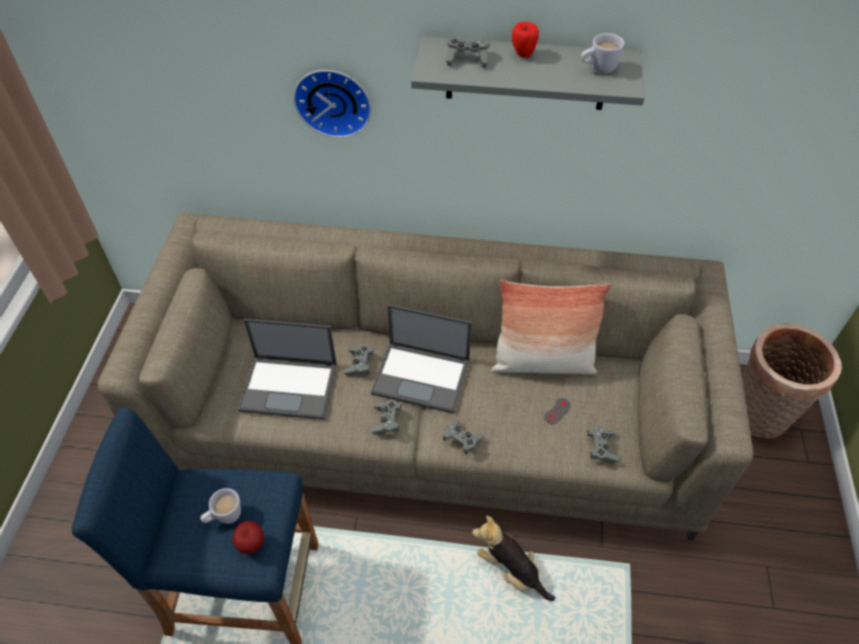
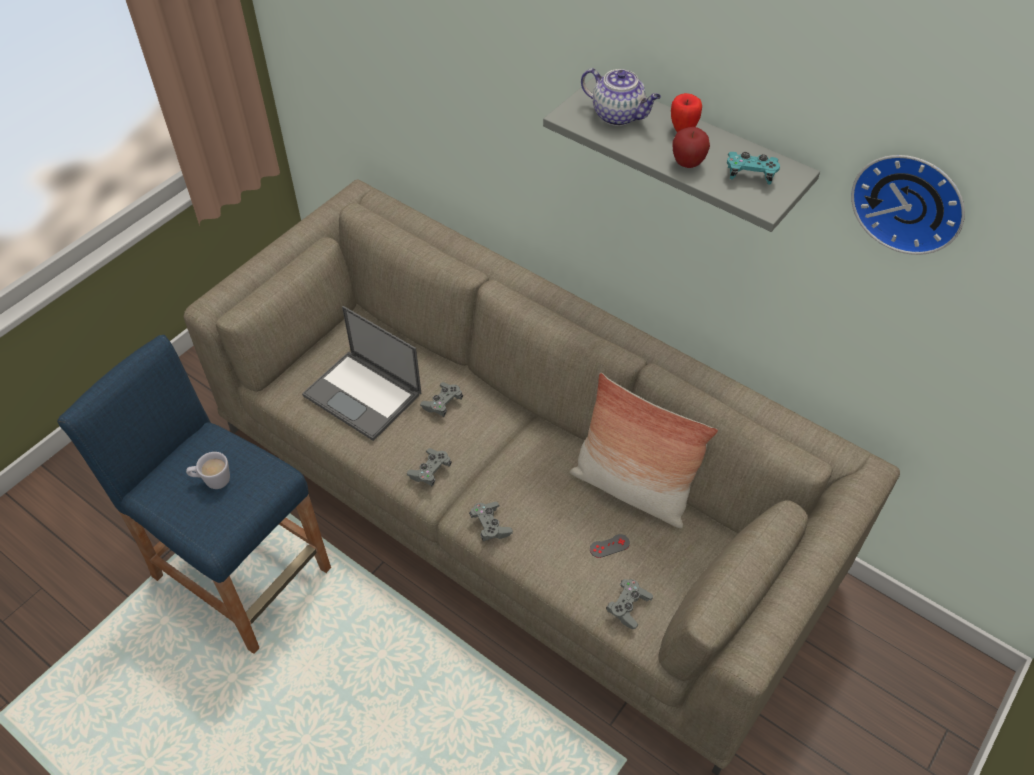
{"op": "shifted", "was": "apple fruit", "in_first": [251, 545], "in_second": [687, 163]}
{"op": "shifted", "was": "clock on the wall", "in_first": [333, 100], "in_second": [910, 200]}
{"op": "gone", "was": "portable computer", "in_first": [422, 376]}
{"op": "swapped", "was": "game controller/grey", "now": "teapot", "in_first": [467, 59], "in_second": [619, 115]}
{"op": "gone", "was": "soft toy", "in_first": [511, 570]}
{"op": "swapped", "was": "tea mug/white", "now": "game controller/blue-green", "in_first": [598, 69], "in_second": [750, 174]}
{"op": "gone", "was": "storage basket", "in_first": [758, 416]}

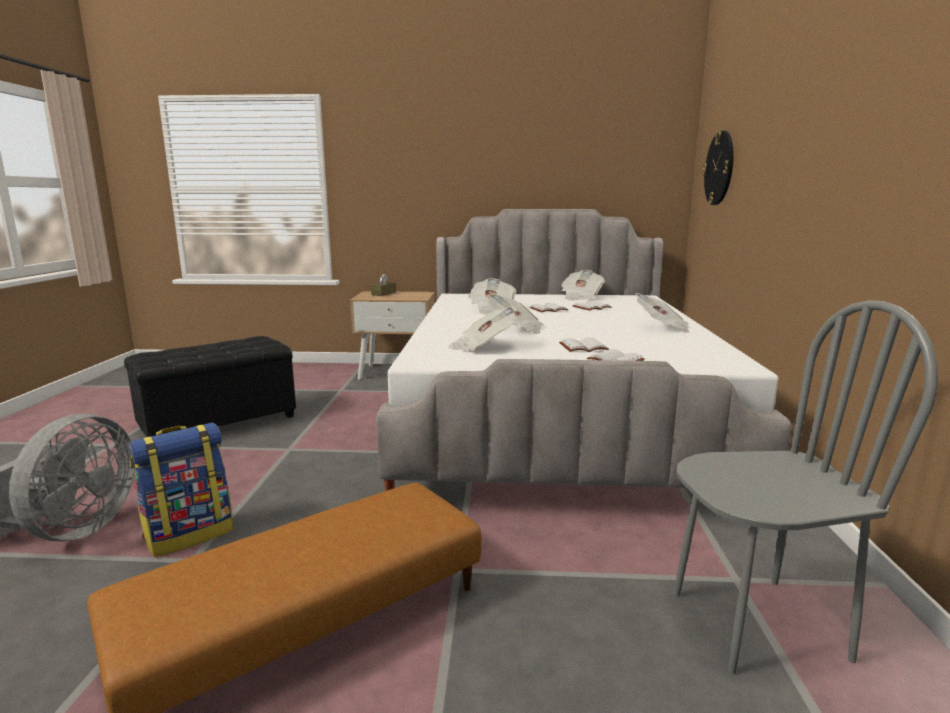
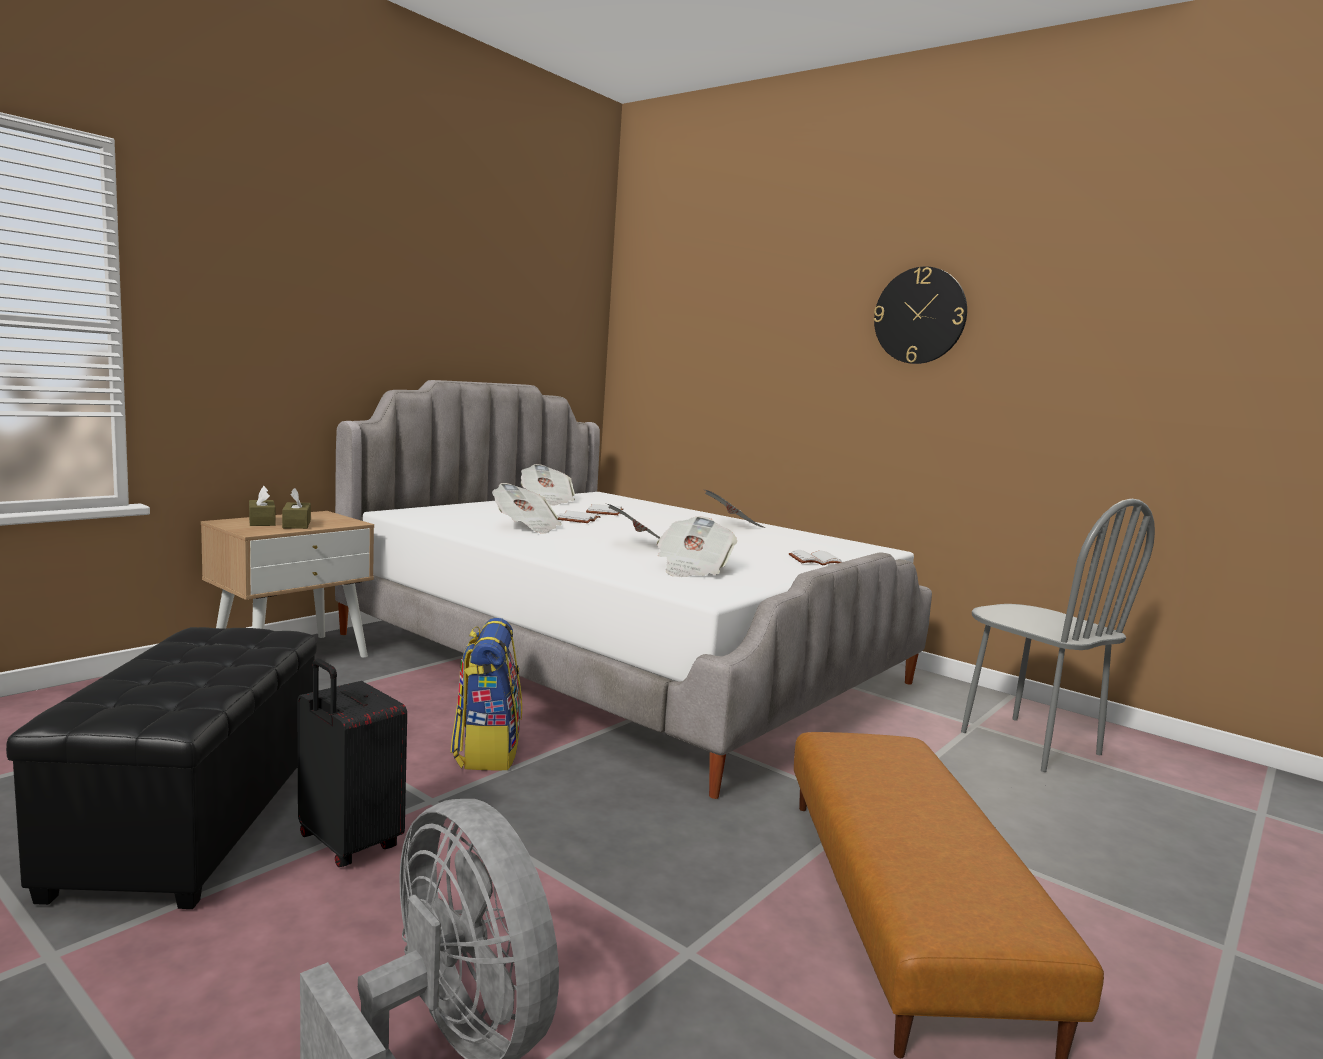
{"op": "shifted", "was": "backpack", "in_first": [190, 534], "in_second": [486, 751]}
{"op": "gone", "was": "volume/white", "in_first": [583, 347]}
{"op": "rotated", "was": "chair/grey", "in_first": [756, 623], "in_second": [1029, 743], "clockwise": 120}
{"op": "shifted", "was": "clock on the wall", "in_first": [719, 168], "in_second": [920, 315]}
{"op": "new", "now": "tissue holder/brownish", "in_second": [296, 524]}
{"op": "new", "now": "suitcase/blackish", "in_second": [347, 844]}

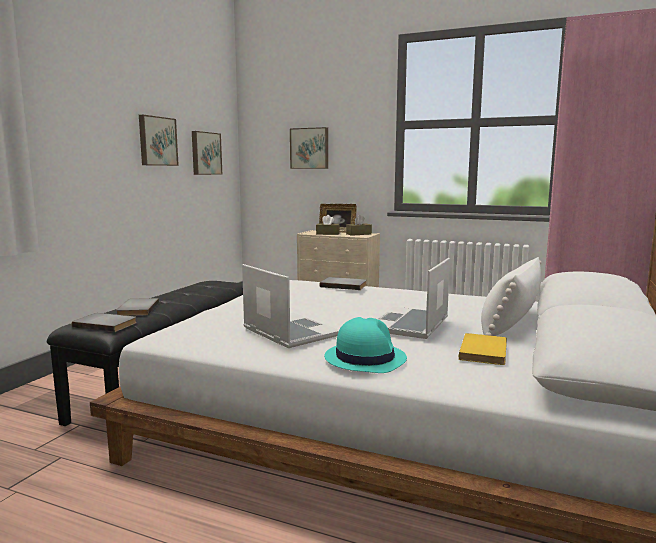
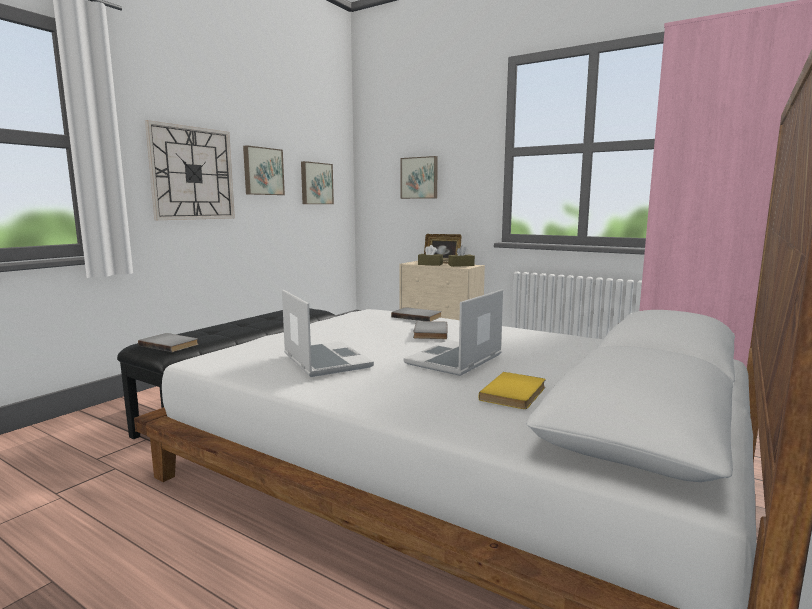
{"op": "shifted", "was": "volume/grey", "in_first": [136, 309], "in_second": [429, 332]}
{"op": "gone", "was": "wearable hat/blue-green", "in_first": [364, 358]}
{"op": "gone", "was": "pillow/white", "in_first": [510, 322]}
{"op": "new", "now": "clock on the wall", "in_second": [192, 173]}

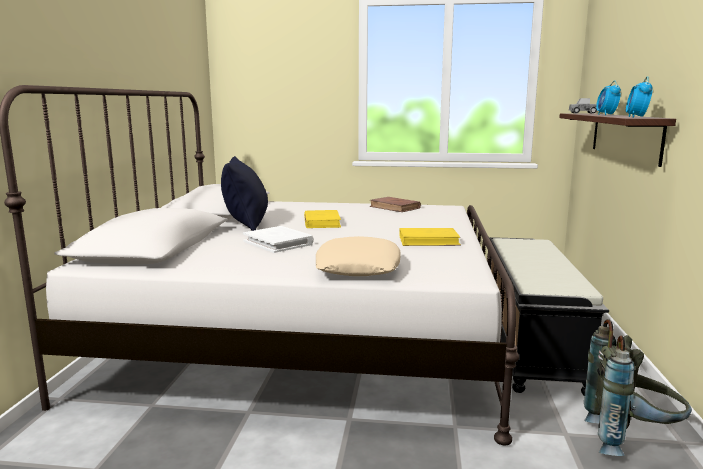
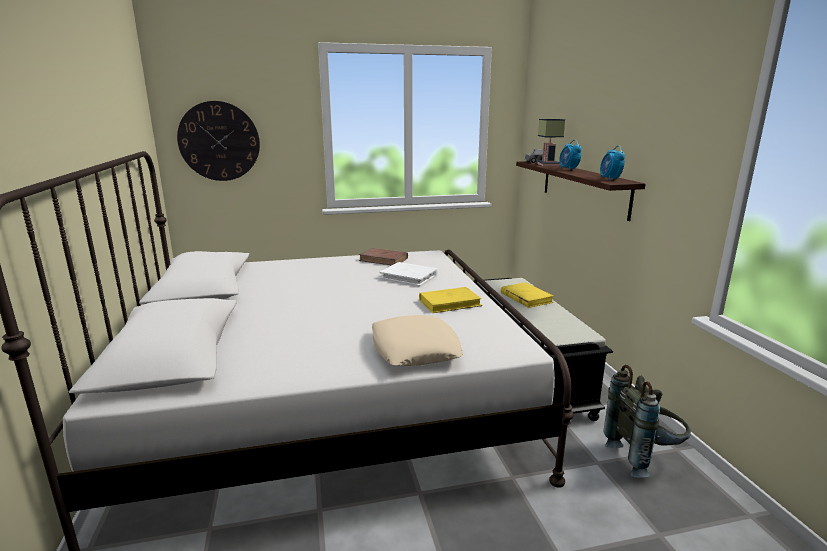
{"op": "gone", "was": "pillow/blackish", "in_first": [246, 224]}
{"op": "shifted", "was": "volume/white", "in_first": [278, 242], "in_second": [409, 277]}
{"op": "shifted", "was": "volume/yellow-coloured", "in_first": [322, 222], "in_second": [526, 297]}
{"op": "new", "now": "clock on the wall", "in_second": [219, 141]}
{"op": "new", "now": "lamp for a table", "in_second": [546, 164]}

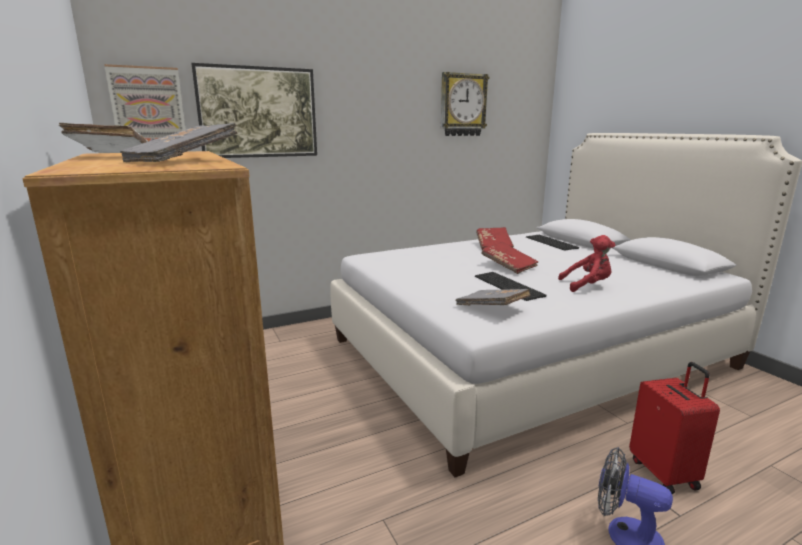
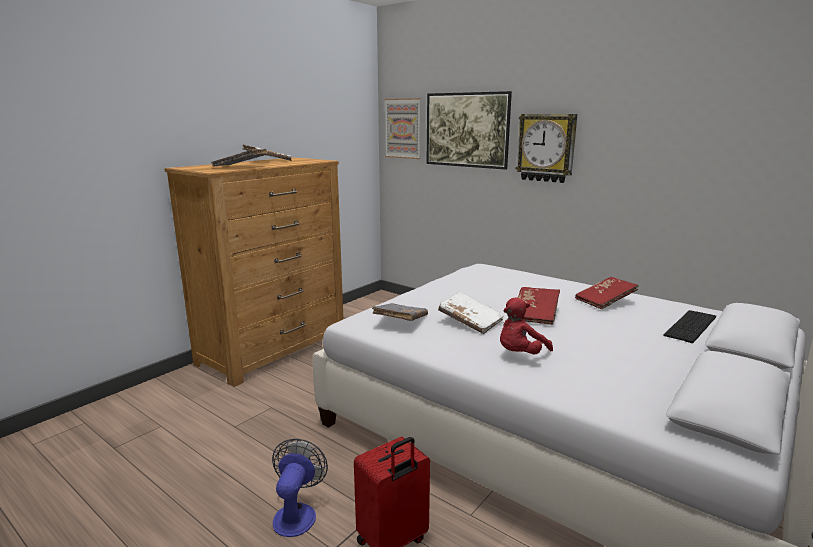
{"op": "shifted", "was": "clock on the wall", "in_first": [462, 105], "in_second": [546, 148]}
{"op": "swapped", "was": "keyboard", "now": "volume/white", "in_first": [510, 286], "in_second": [470, 321]}
{"op": "rotated", "was": "soft toy/red-coloured", "in_first": [587, 286], "in_second": [520, 354], "clockwise": 75}

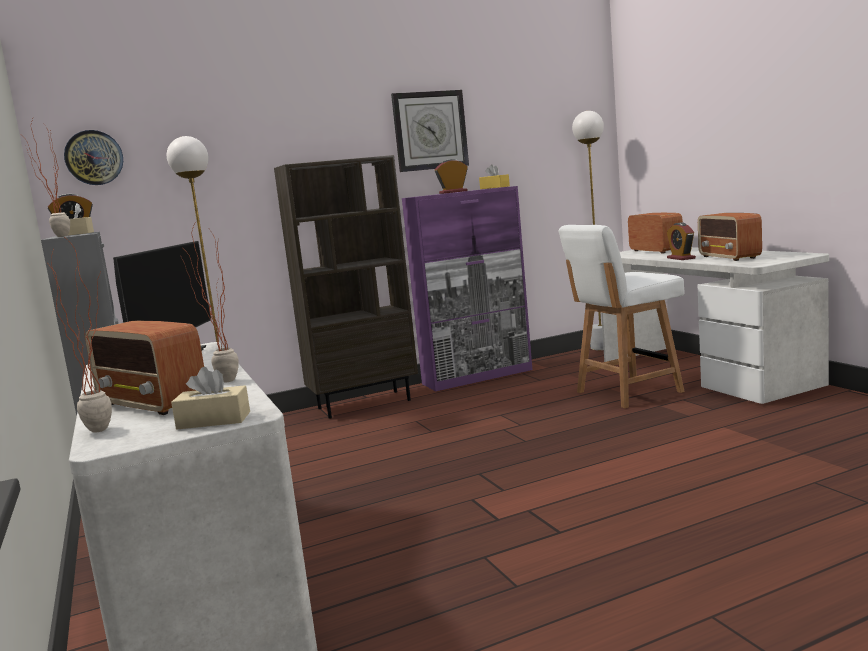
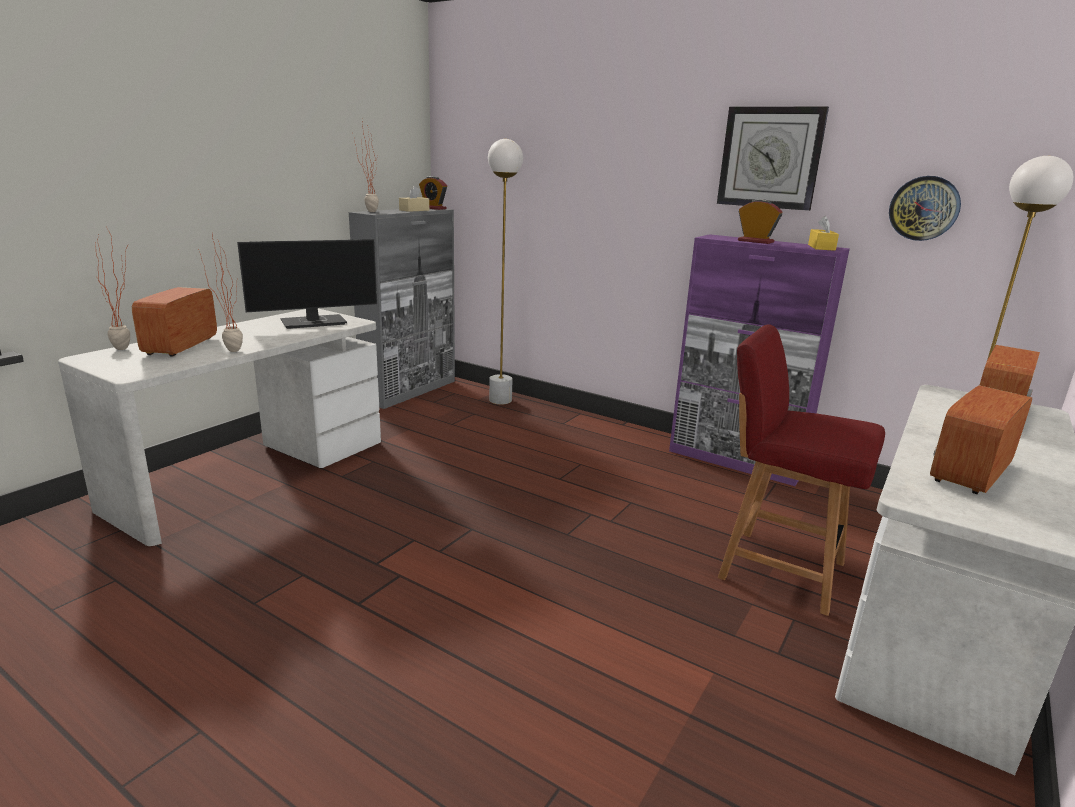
{"op": "shifted", "was": "clock on the wall", "in_first": [94, 157], "in_second": [924, 208]}
{"op": "gone", "was": "tissue holder/beige-coloured", "in_first": [214, 420]}
{"op": "gone", "was": "bookshelf/brownish", "in_first": [364, 404]}
{"op": "repainted", "was": "chair/white", "now": "chair/red-coloured", "in_first": [627, 392], "in_second": [778, 568]}
{"op": "gone", "was": "alarm clock", "in_first": [681, 258]}

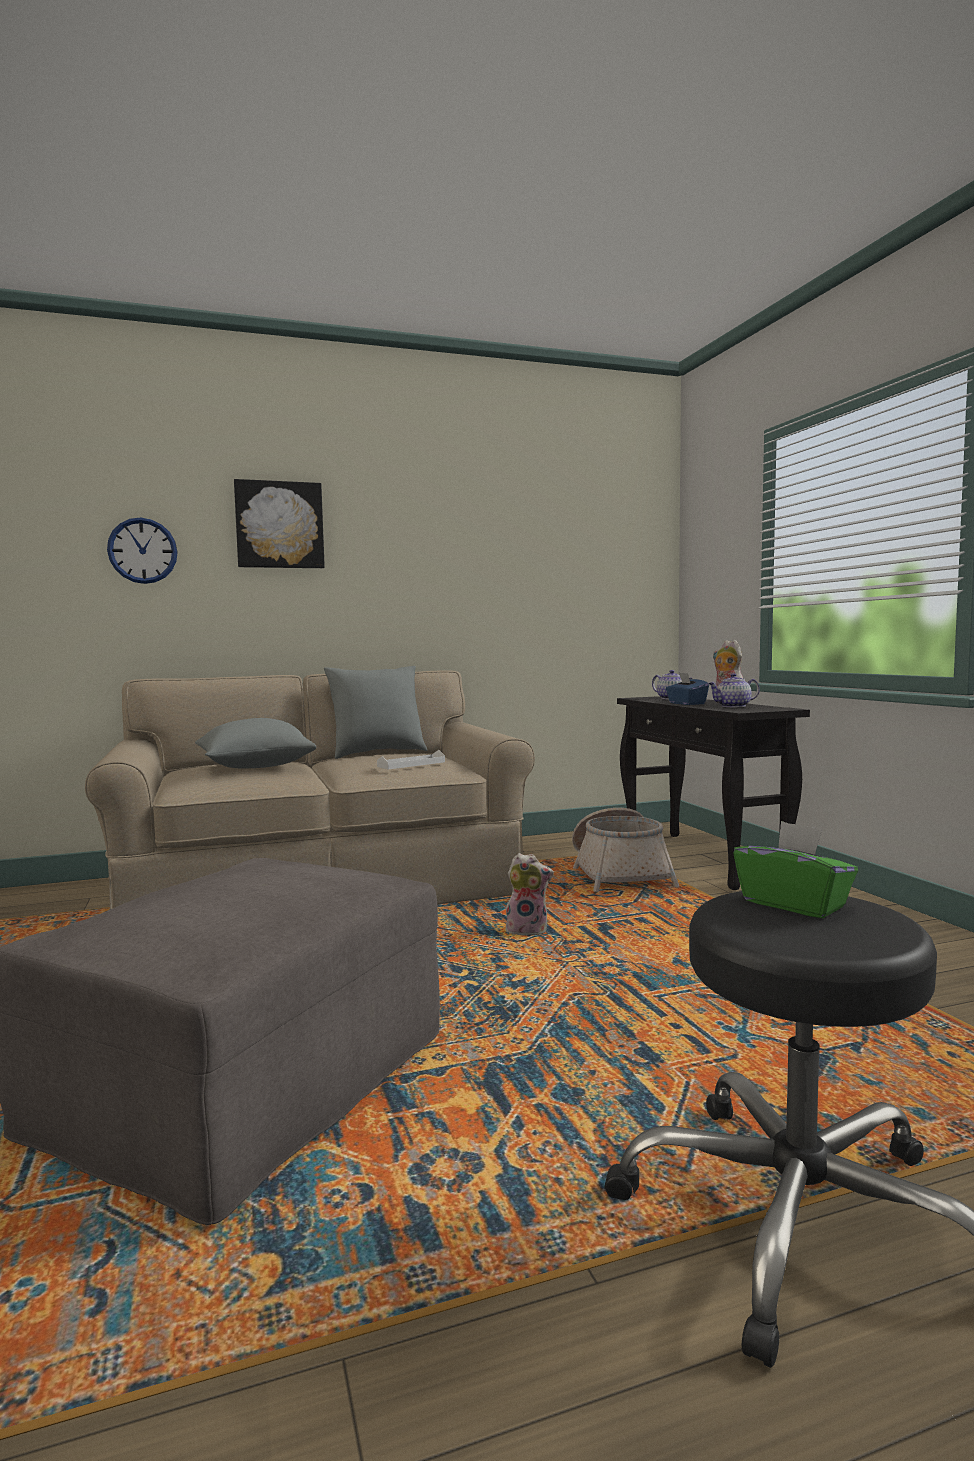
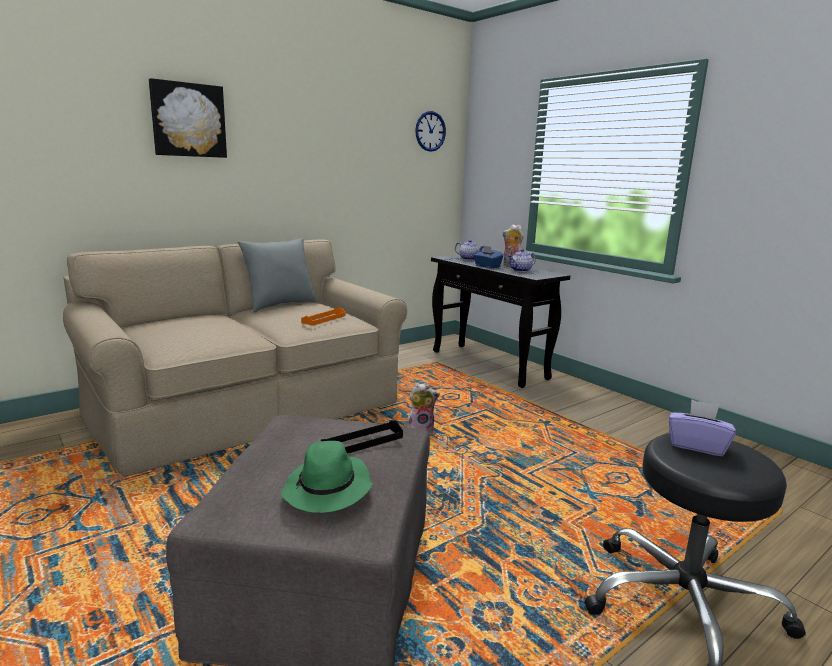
{"op": "shifted", "was": "clock on the wall", "in_first": [142, 551], "in_second": [430, 131]}
{"op": "gone", "was": "pillow/grey", "in_first": [255, 767]}
{"op": "repainted", "was": "tray/white", "now": "tray/orangey", "in_first": [411, 764], "in_second": [324, 319]}
{"op": "gone", "was": "storage basket", "in_first": [619, 874]}
{"op": "repainted", "was": "tissue holder/greenish", "now": "tissue holder/purplish", "in_first": [794, 904], "in_second": [696, 445]}
{"op": "new", "now": "wearable hat/greenish", "in_second": [328, 490]}
{"op": "new", "now": "tray/blackish", "in_second": [362, 442]}

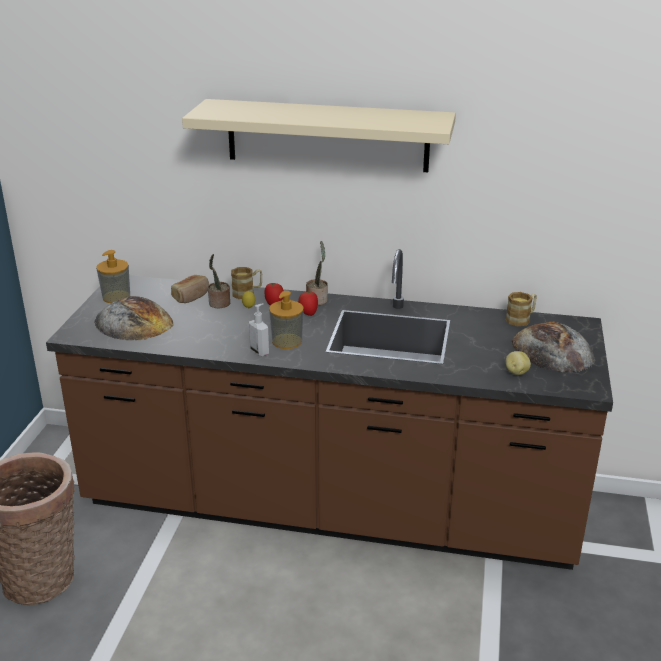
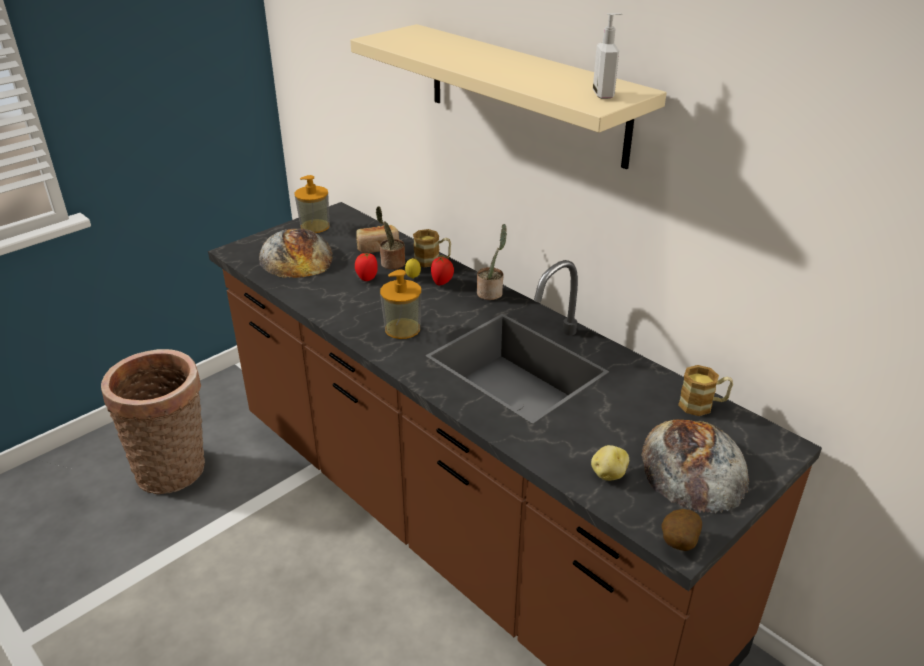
{"op": "shifted", "was": "soap dispenser", "in_first": [260, 351], "in_second": [604, 95]}
{"op": "shifted", "was": "fresh tomato", "in_first": [308, 313], "in_second": [367, 278]}
{"op": "new", "now": "spud", "in_second": [677, 543]}

